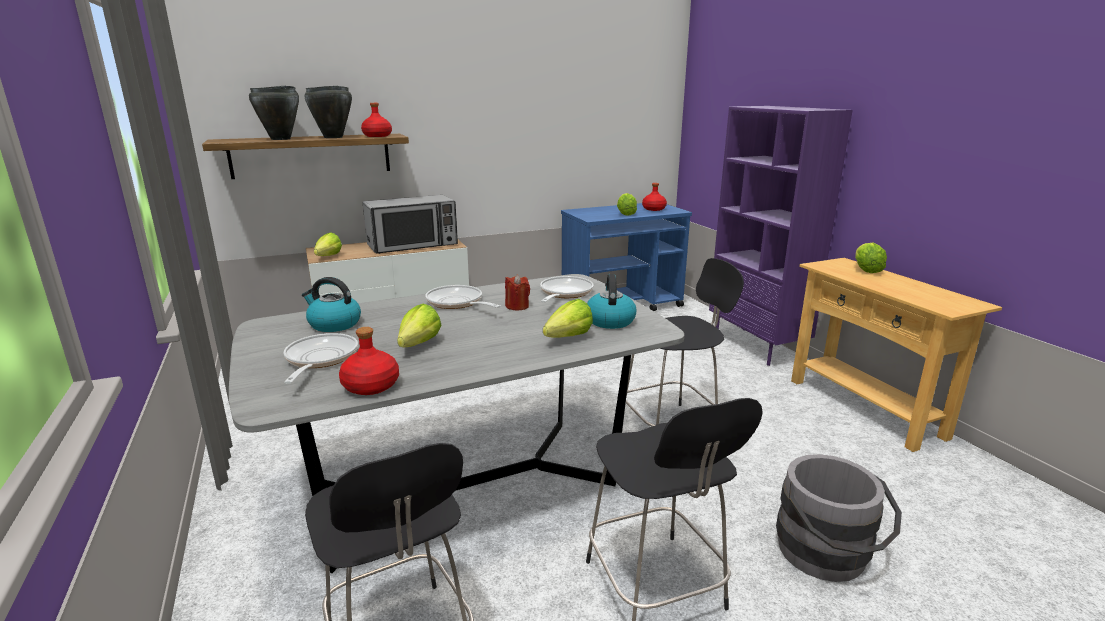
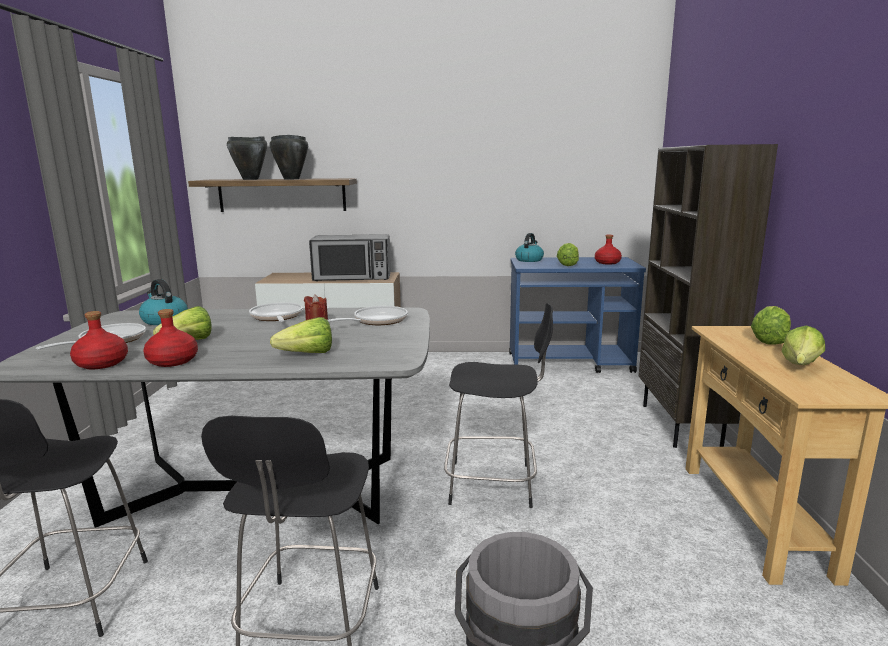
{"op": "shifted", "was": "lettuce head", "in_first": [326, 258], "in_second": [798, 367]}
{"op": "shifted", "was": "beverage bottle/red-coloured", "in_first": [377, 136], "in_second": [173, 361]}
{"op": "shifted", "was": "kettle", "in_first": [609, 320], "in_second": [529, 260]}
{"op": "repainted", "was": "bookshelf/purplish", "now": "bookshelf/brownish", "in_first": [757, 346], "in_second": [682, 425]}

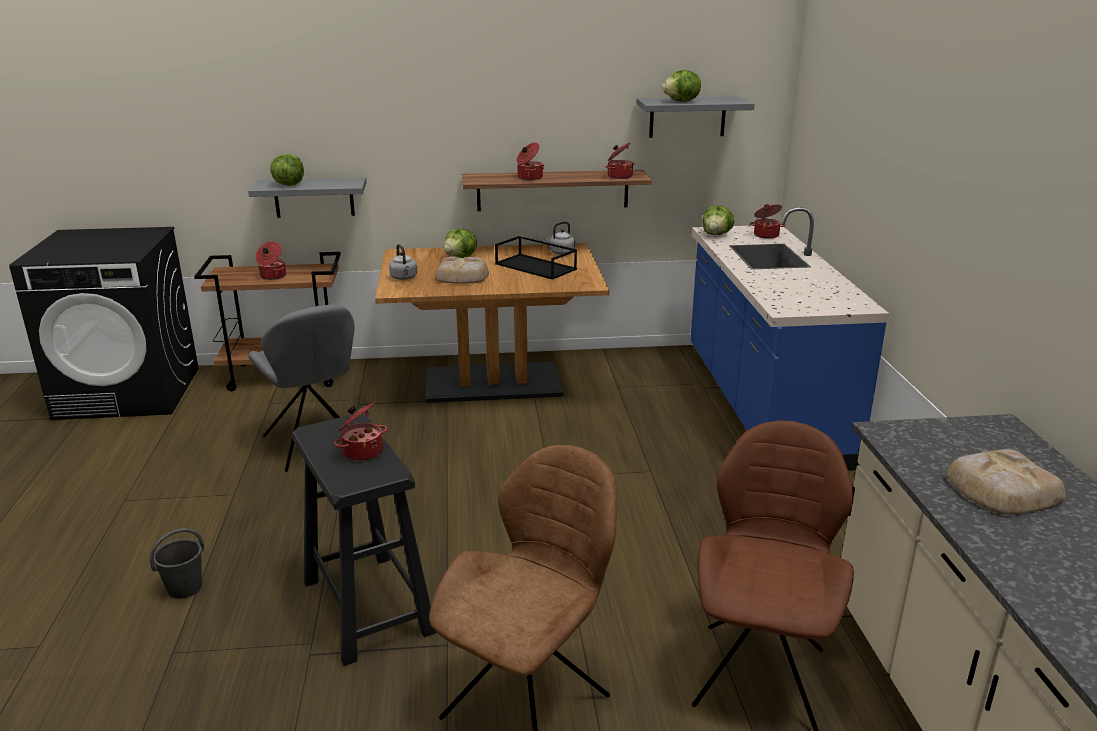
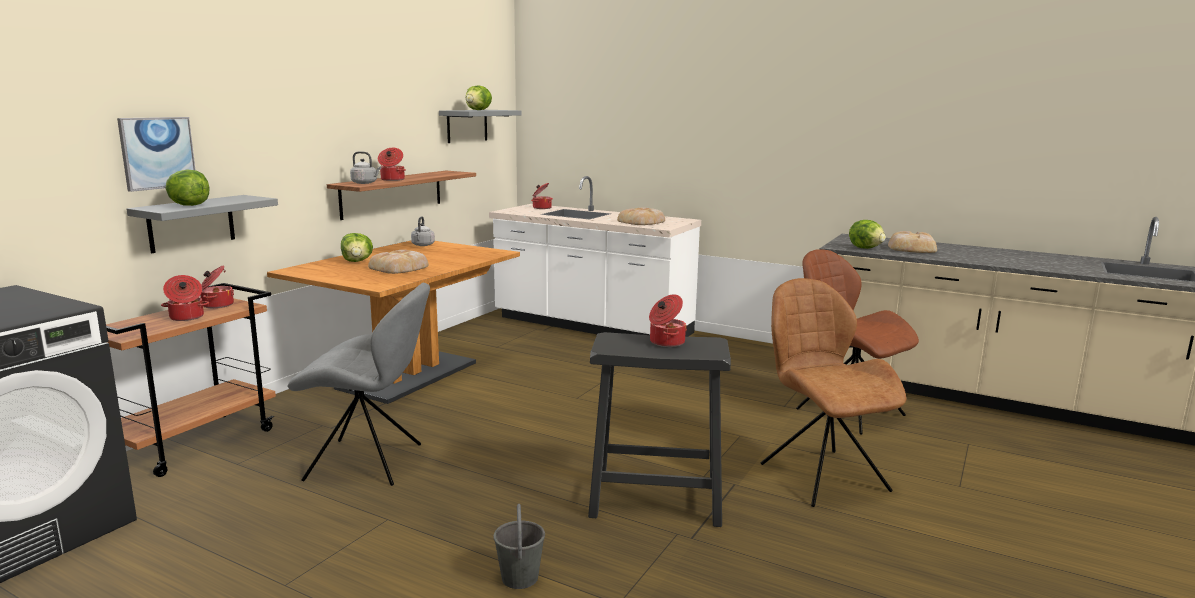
{"op": "shifted", "was": "kettle/grey", "in_first": [404, 278], "in_second": [365, 183]}
{"op": "gone", "was": "tray/blackish", "in_first": [536, 266]}
{"op": "shifted", "was": "stockpot", "in_first": [619, 176], "in_second": [217, 305]}
{"op": "repainted", "was": "kitchen base unit/bluish", "now": "kitchen base unit/white", "in_first": [761, 405], "in_second": [591, 326]}
{"op": "shifted", "was": "lettuce head", "in_first": [716, 235], "in_second": [866, 248]}
{"op": "new", "now": "wall art", "in_second": [157, 153]}
{"op": "new", "now": "bread", "in_second": [642, 222]}

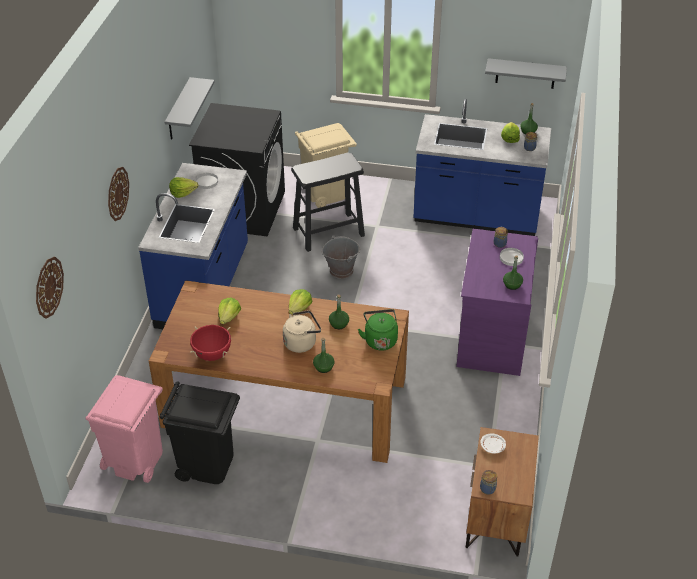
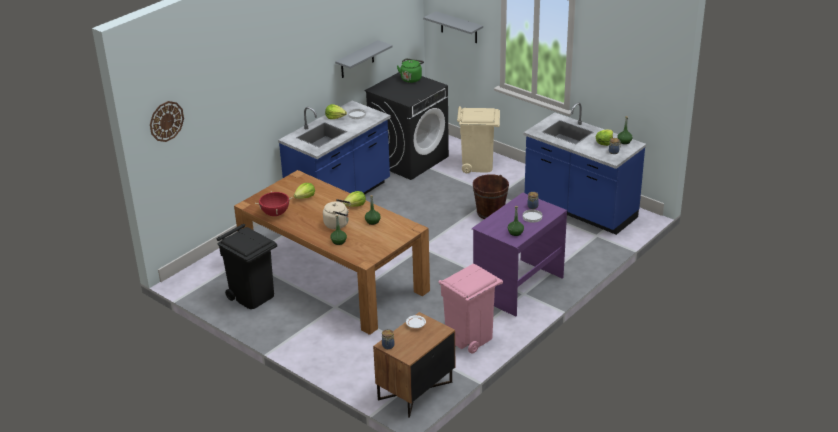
{"op": "shifted", "was": "waste bin/pink-coloured", "in_first": [135, 460], "in_second": [469, 337]}
{"op": "gone", "was": "clock on the wall", "in_first": [117, 193]}
{"op": "gone", "was": "stool/blackish", "in_first": [329, 232]}
{"op": "gone", "was": "water bucket/grey", "in_first": [341, 270]}
{"op": "shifted", "was": "kettle/greenish", "in_first": [380, 339], "in_second": [411, 78]}
{"op": "shifted", "was": "wall shelf/grey", "in_first": [525, 73], "in_second": [459, 27]}
{"op": "new", "now": "water bucket/brownish", "in_second": [490, 213]}

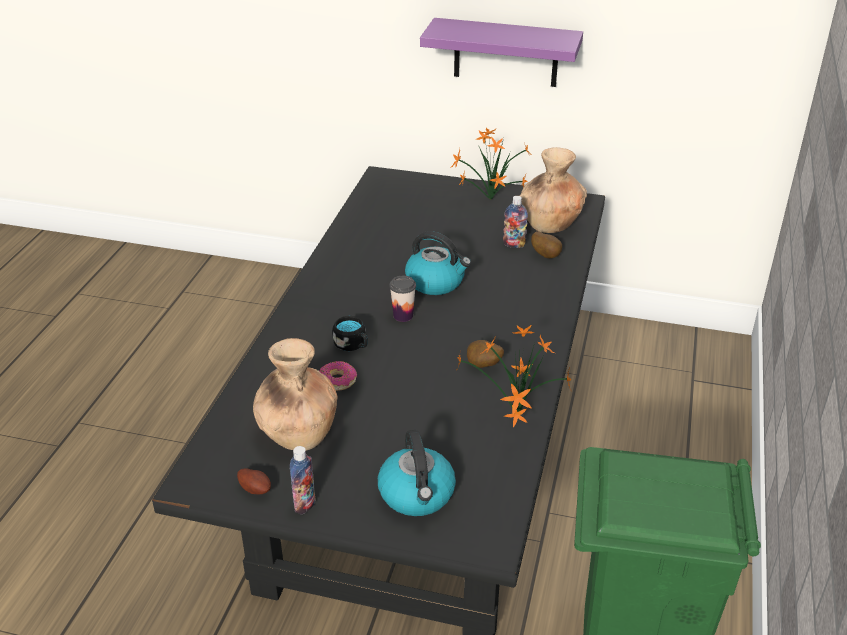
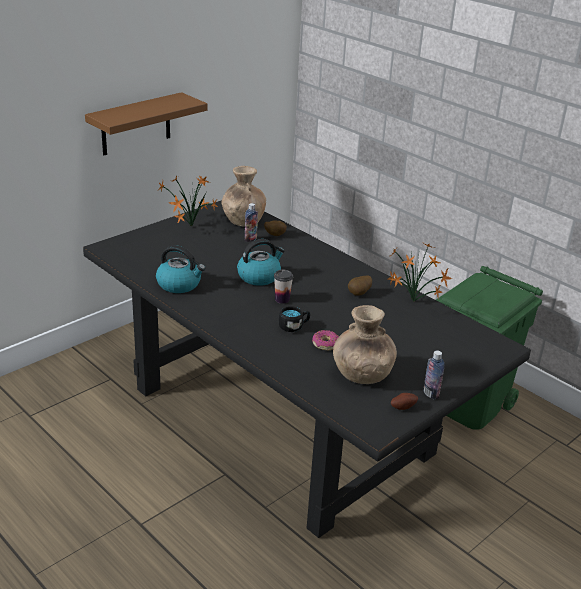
{"op": "shifted", "was": "kettle", "in_first": [417, 494], "in_second": [179, 284]}
{"op": "repainted", "was": "wall shelf/purplish", "now": "wall shelf/brownish", "in_first": [506, 52], "in_second": [136, 124]}

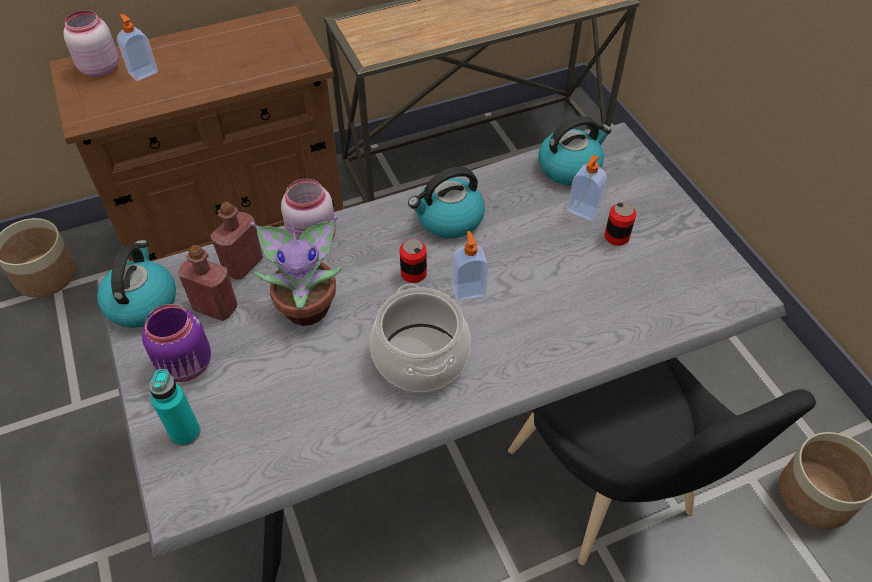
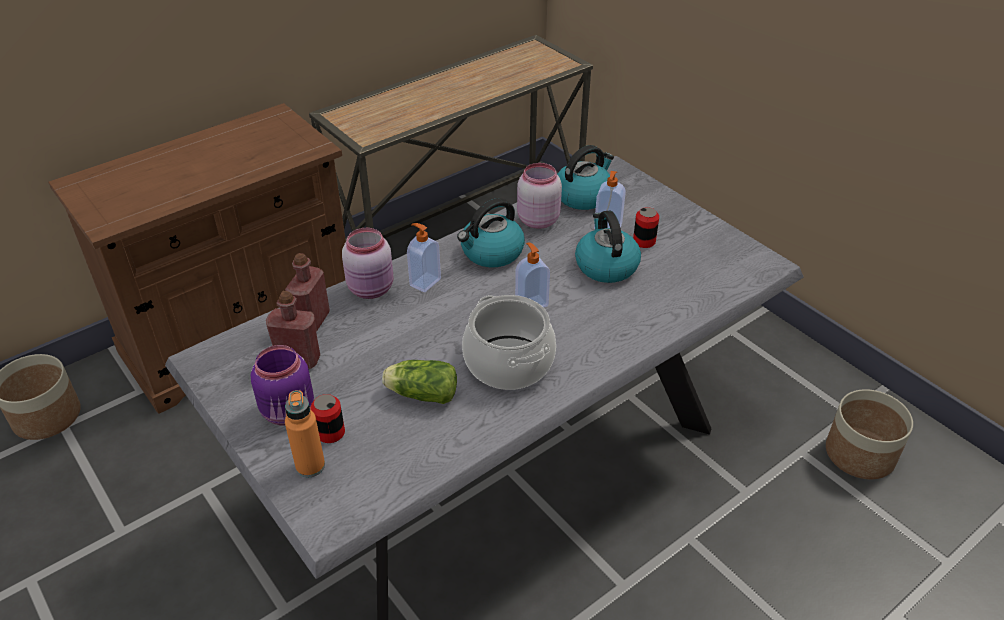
{"op": "shifted", "was": "storage jar/pink-coloured", "in_first": [99, 68], "in_second": [537, 220]}
{"op": "shifted", "was": "kettle", "in_first": [142, 302], "in_second": [605, 266]}
{"op": "shifted", "was": "soap dispenser", "in_first": [143, 72], "in_second": [424, 282]}
{"op": "repainted", "was": "beverage bottle/blue-green", "now": "beverage bottle/orangey", "in_first": [185, 433], "in_second": [310, 466]}
{"op": "gone", "was": "potted plant", "in_first": [307, 305]}
{"op": "shifted", "was": "sealed can", "in_first": [413, 273], "in_second": [330, 433]}
{"op": "gone", "was": "chair/blackish", "in_first": [607, 491]}
{"op": "new", "now": "lettuce head", "in_second": [420, 394]}

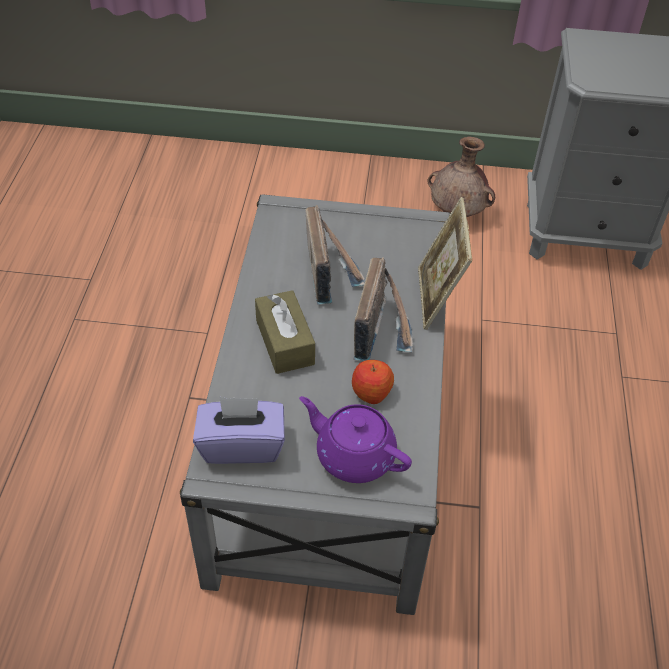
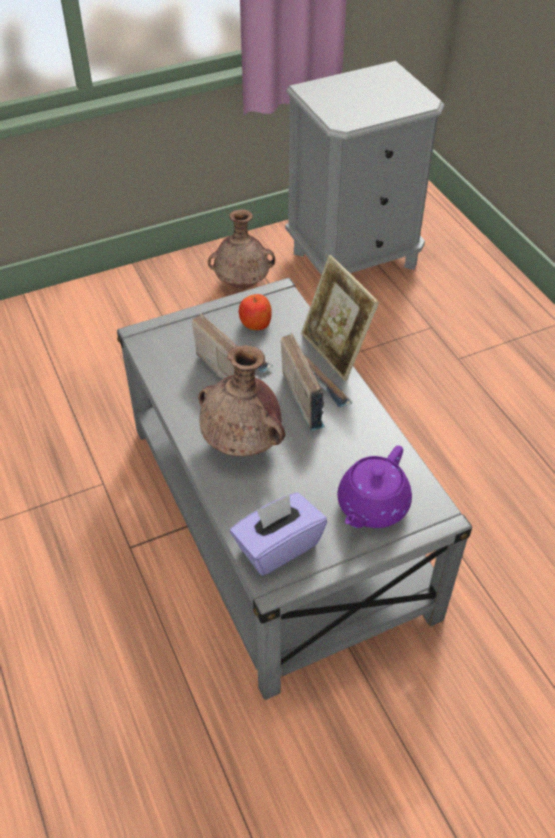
{"op": "swapped", "was": "tissue holder/brownish", "now": "decorative vase/brownish", "in_first": [285, 342], "in_second": [243, 444]}
{"op": "rotated", "was": "teapot/purplish", "in_first": [353, 455], "in_second": [371, 506], "clockwise": -60}
{"op": "shifted", "was": "apple fruit", "in_first": [371, 392], "in_second": [255, 323]}

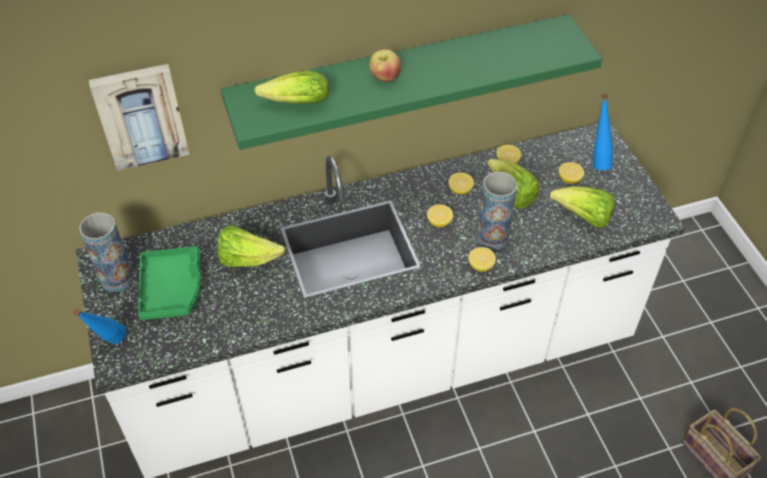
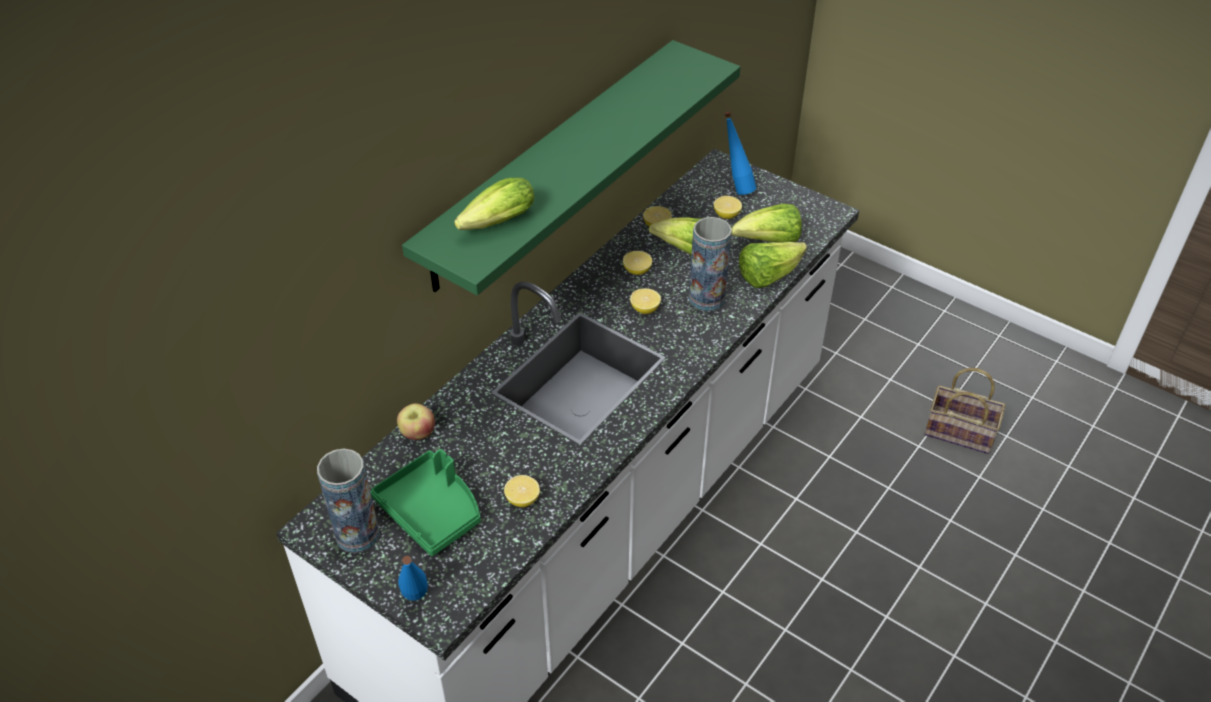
{"op": "gone", "was": "wall art", "in_first": [140, 115]}
{"op": "shifted", "was": "lettuce head", "in_first": [247, 259], "in_second": [768, 276]}
{"op": "shifted", "was": "apple fruit", "in_first": [384, 77], "in_second": [417, 433]}
{"op": "shifted", "was": "citrus fruit", "in_first": [481, 265], "in_second": [522, 499]}

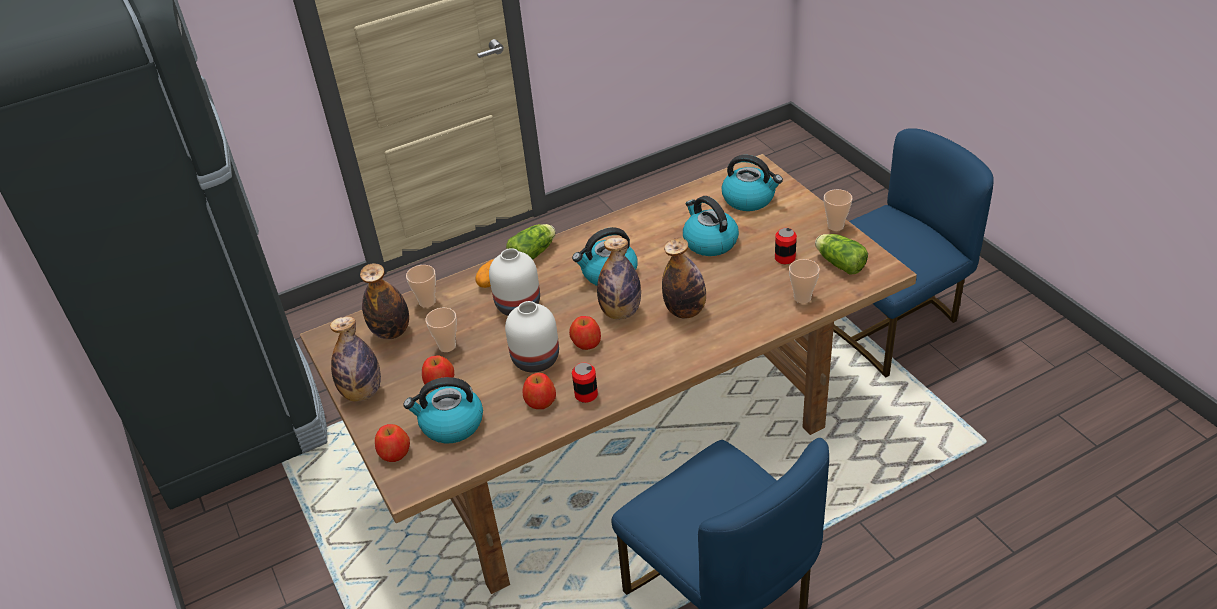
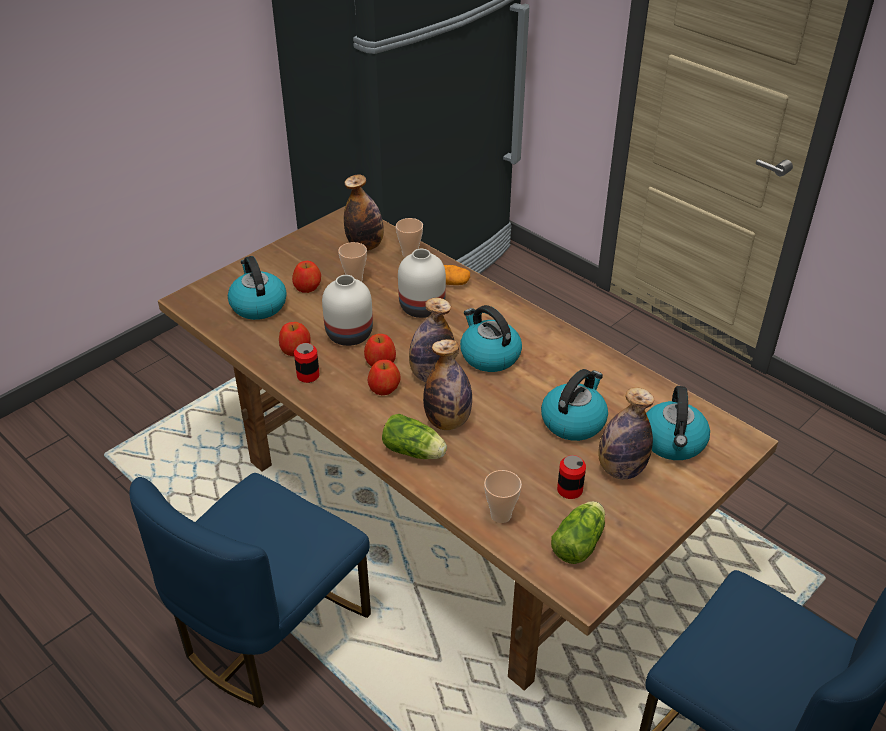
{"op": "shifted", "was": "beverage bottle", "in_first": [362, 393], "in_second": [620, 469]}
{"op": "shifted", "was": "apple fruit", "in_first": [394, 452], "in_second": [384, 388]}
{"op": "shifted", "was": "lettuce head", "in_first": [534, 253], "in_second": [415, 452]}
{"op": "gone", "was": "small cup", "in_first": [835, 226]}

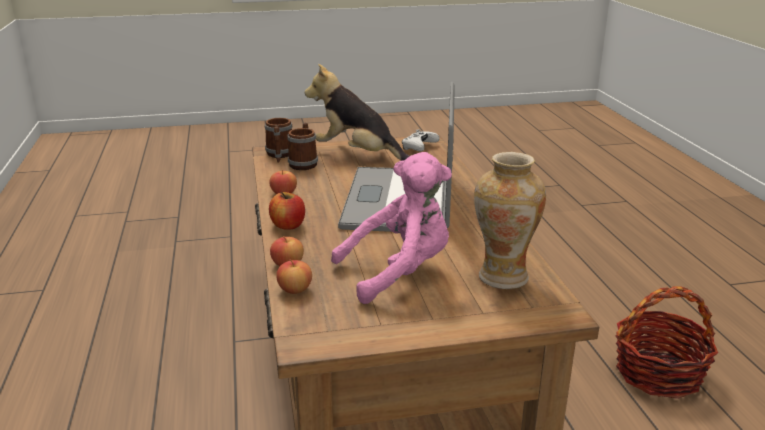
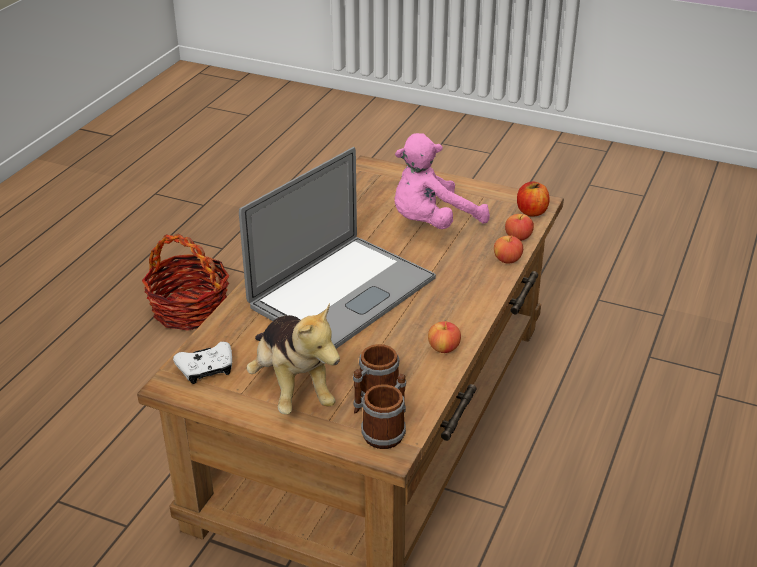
{"op": "shifted", "was": "apple fruit", "in_first": [288, 225], "in_second": [531, 211]}
{"op": "rotated", "was": "soft toy/pink-coloured", "in_first": [399, 272], "in_second": [432, 223], "clockwise": -45}
{"op": "gone", "was": "decorative vase", "in_first": [503, 276]}

